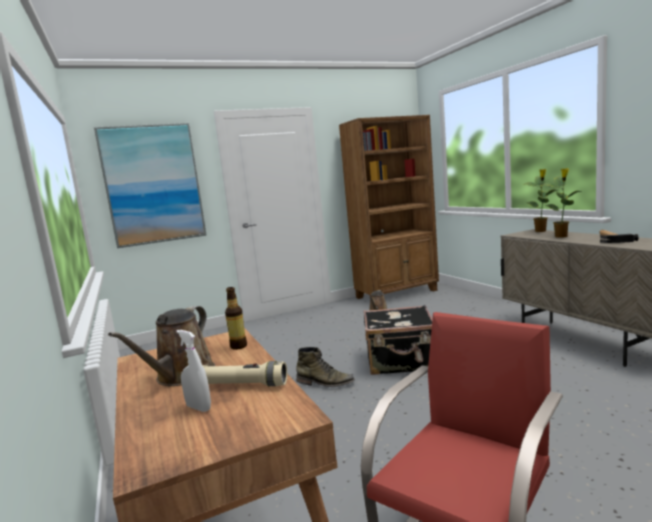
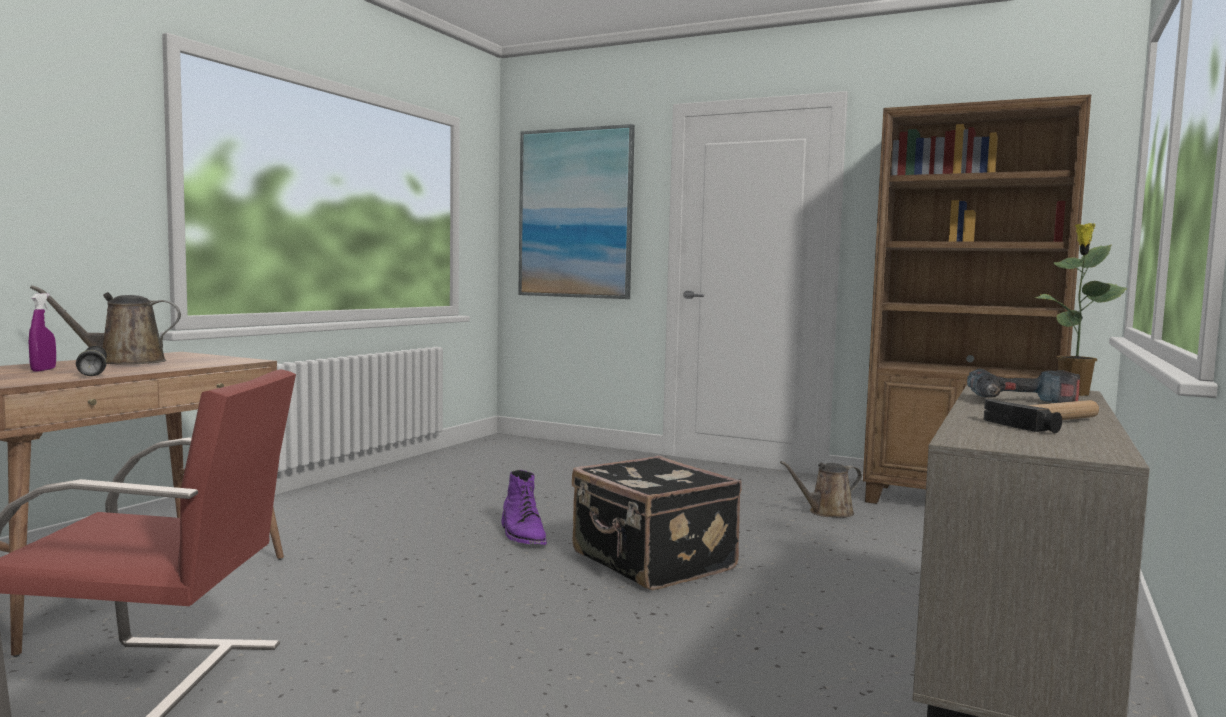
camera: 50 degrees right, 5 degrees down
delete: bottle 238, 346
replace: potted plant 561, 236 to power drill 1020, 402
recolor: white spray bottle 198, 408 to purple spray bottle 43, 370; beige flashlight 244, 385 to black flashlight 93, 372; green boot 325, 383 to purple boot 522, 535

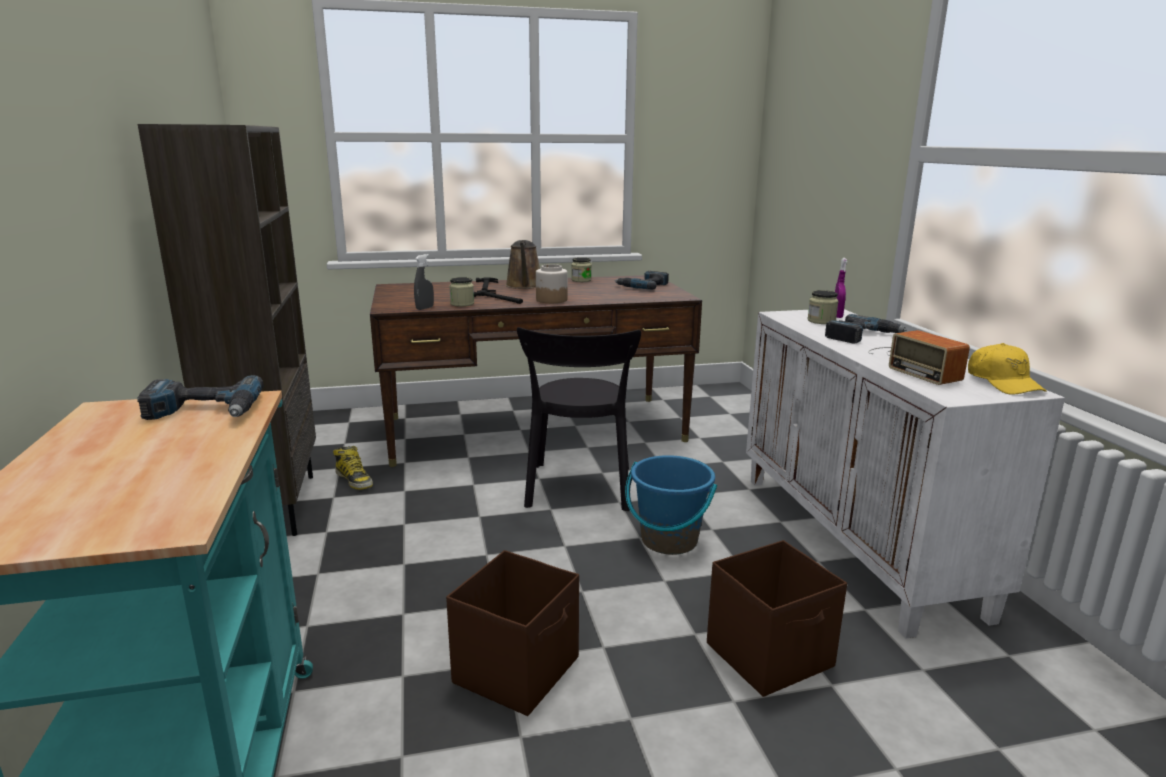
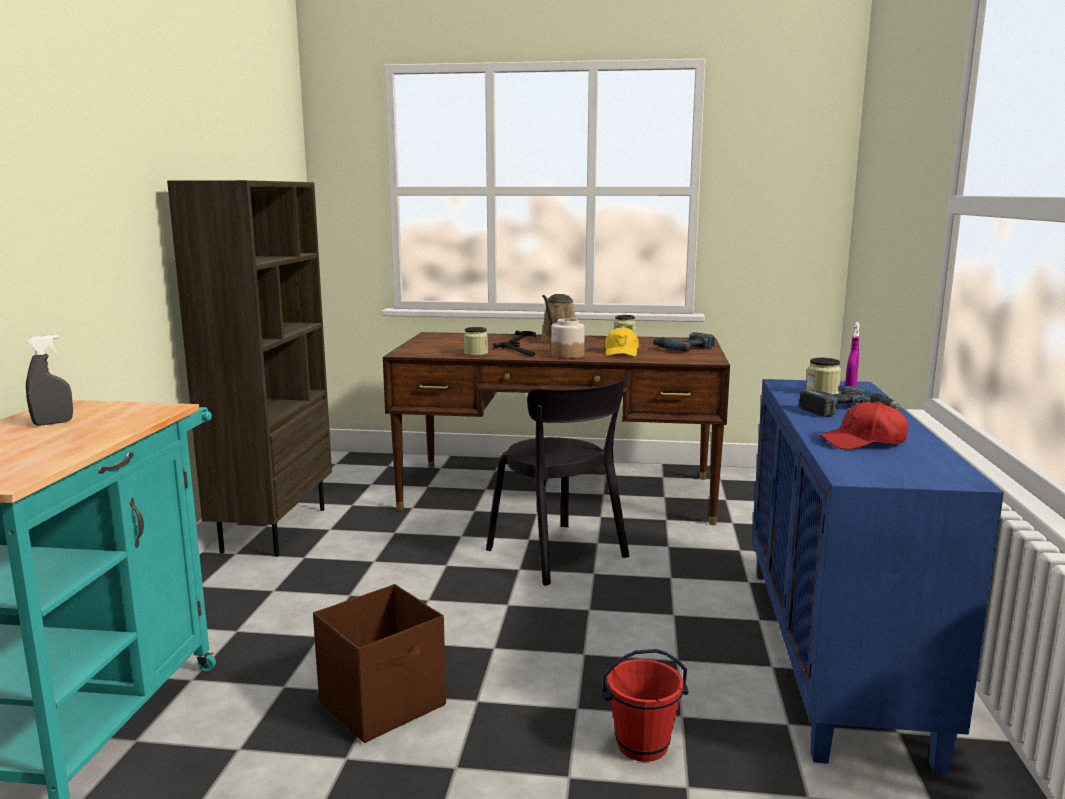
camera: 20 degrees right, 5 degrees down
delete: power drill 203, 411; boot 354, 480; blue bucket 668, 540
move: grey spray bottle 424, 308 to 53, 423; yellow cap 1003, 383 to 621, 352
replace: brown storage box 771, 655 to red bucket 642, 745; radio 913, 364 to red cap 863, 442
recolor: white cabinet 856, 541 to blue cabinet 835, 655
rotate: black chair 579, 490 = 560, 555 60 degrees counterclockwise

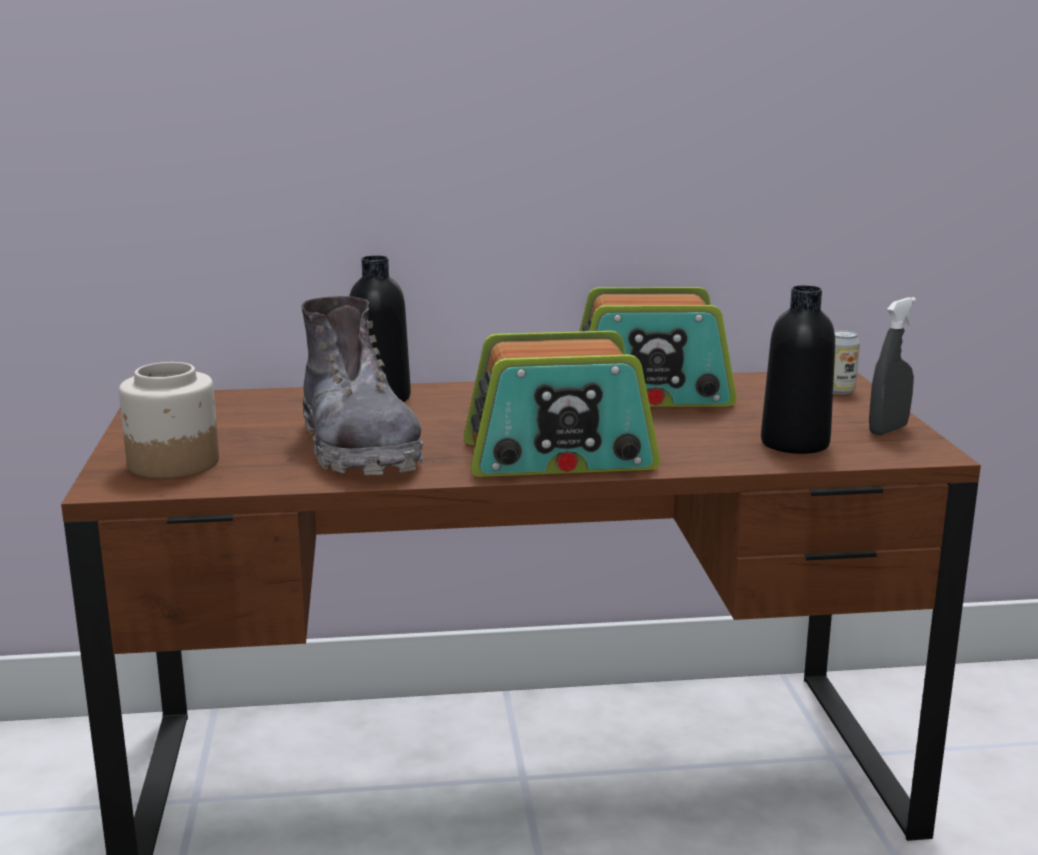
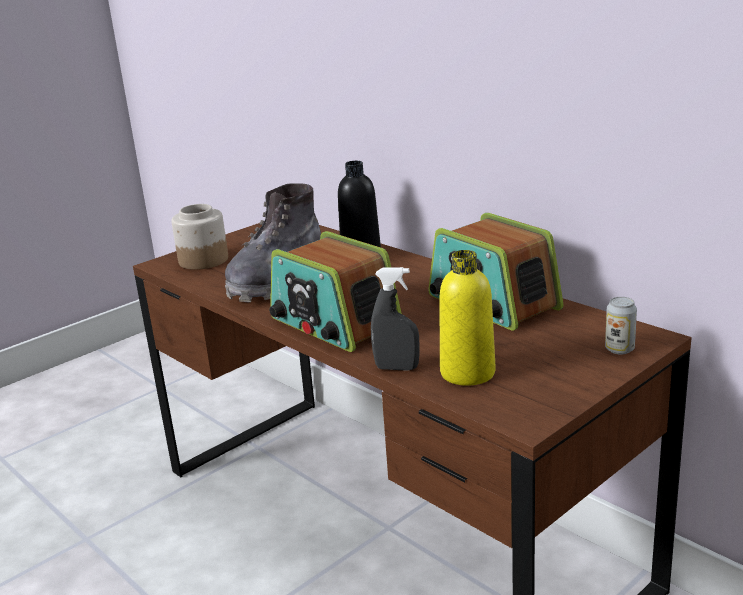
camera: 55 degrees right, 5 degrees up
move: grey spray bottle 888, 430 to 397, 368
recolor: black bottle 795, 443 to yellow bottle 467, 373

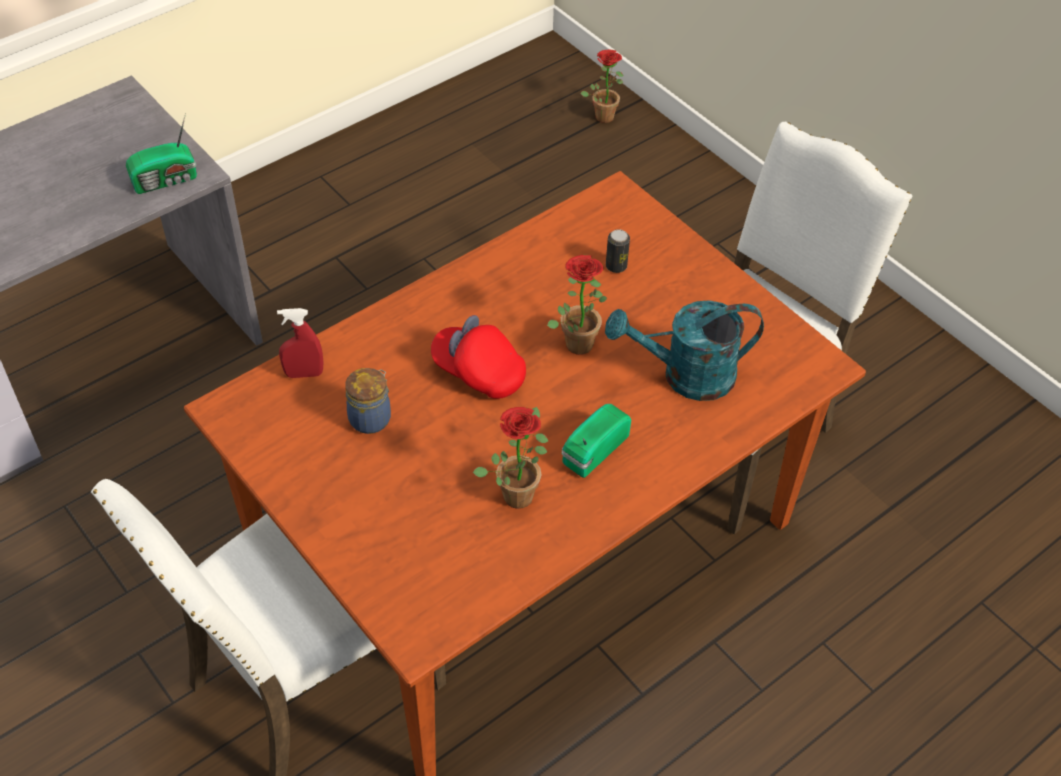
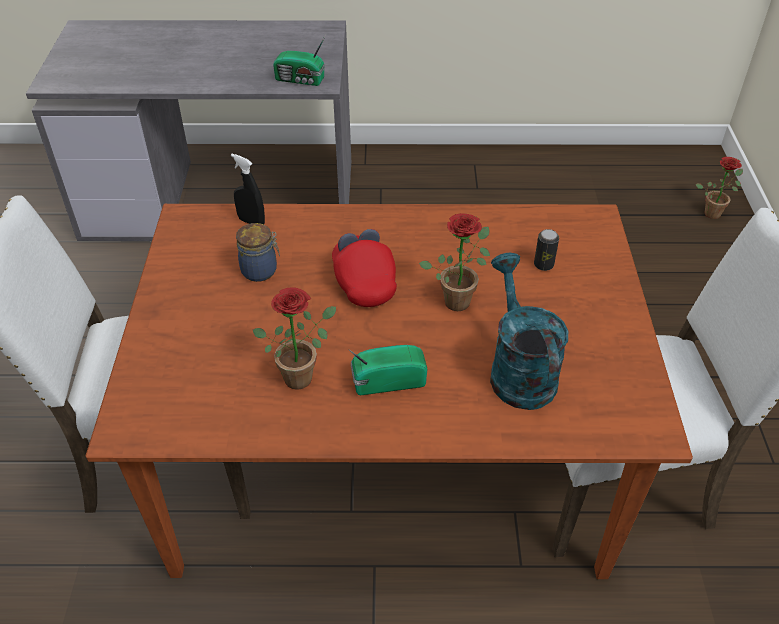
camera: 40 degrees right, 5 degrees down
recolor: red spray bottle 304, 374 to black spray bottle 251, 222
rotate: turquoise watering can 685, 376 = 518, 370 45 degrees clockwise

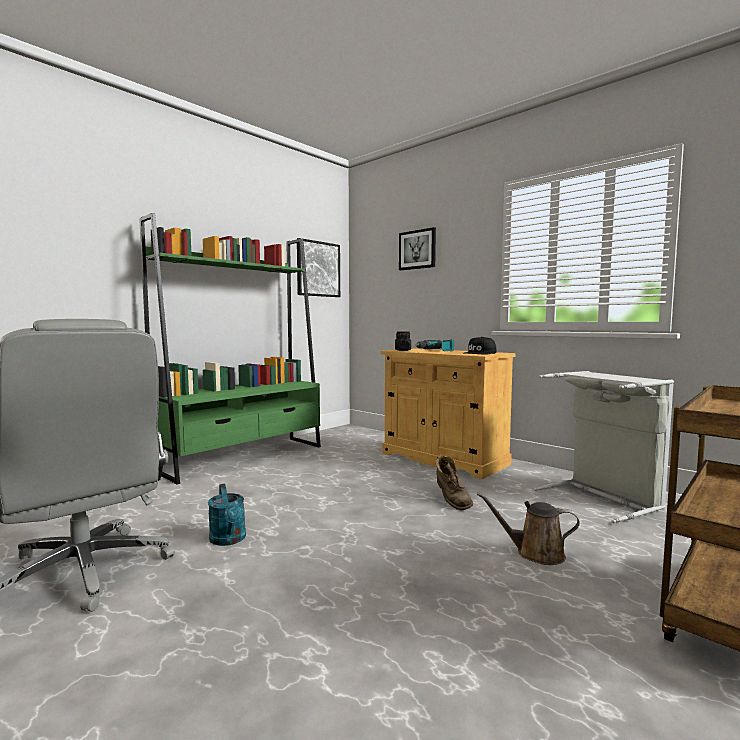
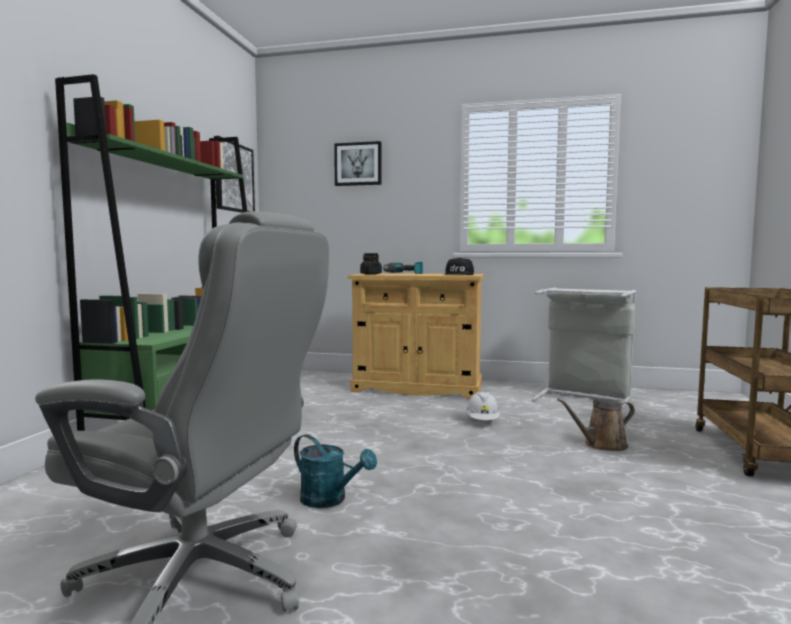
camera: 30 degrees left, 0 degrees up
replace: brown boot 451, 501 to white hard hat 482, 421

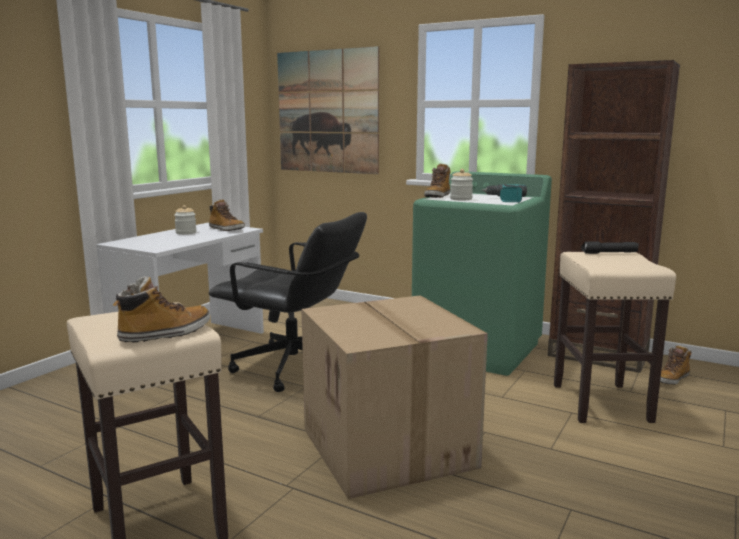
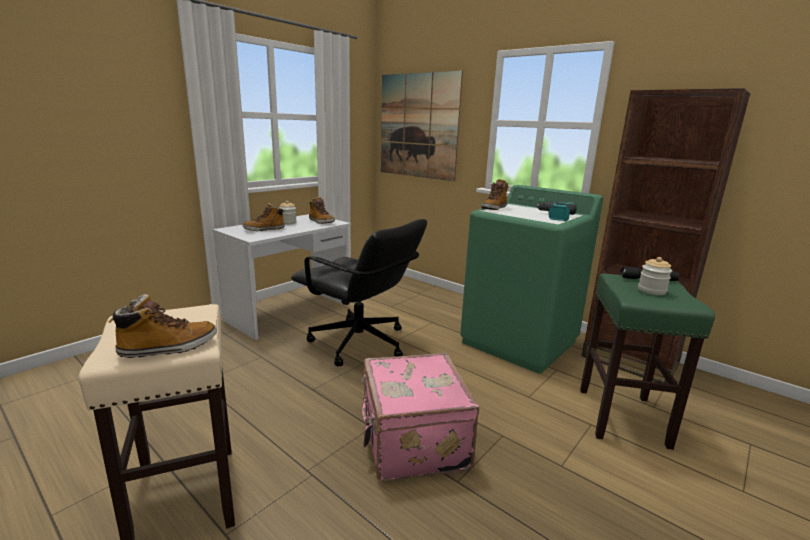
camera: 10 degrees right, 5 degrees up
move: boot 672, 379 to 264, 229; jar 461, 199 to 651, 290
replace: cardboard box 390, 448 to pink suitcase 412, 442
recolor: beige stool 602, 403 to green stool 623, 417

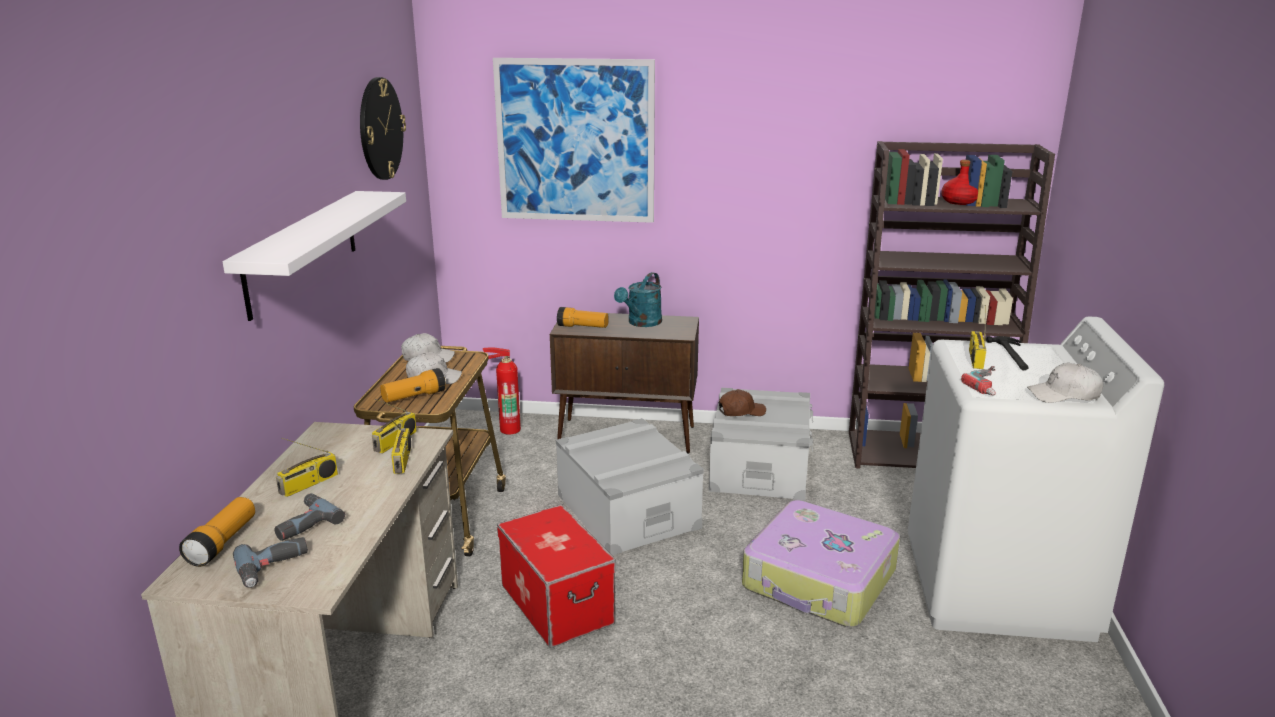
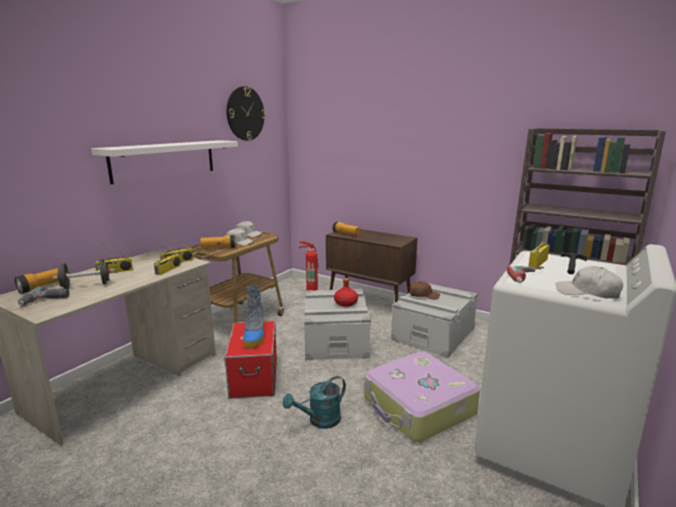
camera: 25 degrees right, 5 degrees down
delete: picture 575, 141
insert: boot 255, 336
move: turquoise watering can 641, 323 to 319, 421; red bottle 960, 202 to 346, 303
replace: power drill 302, 523 to black dumbbell 86, 286

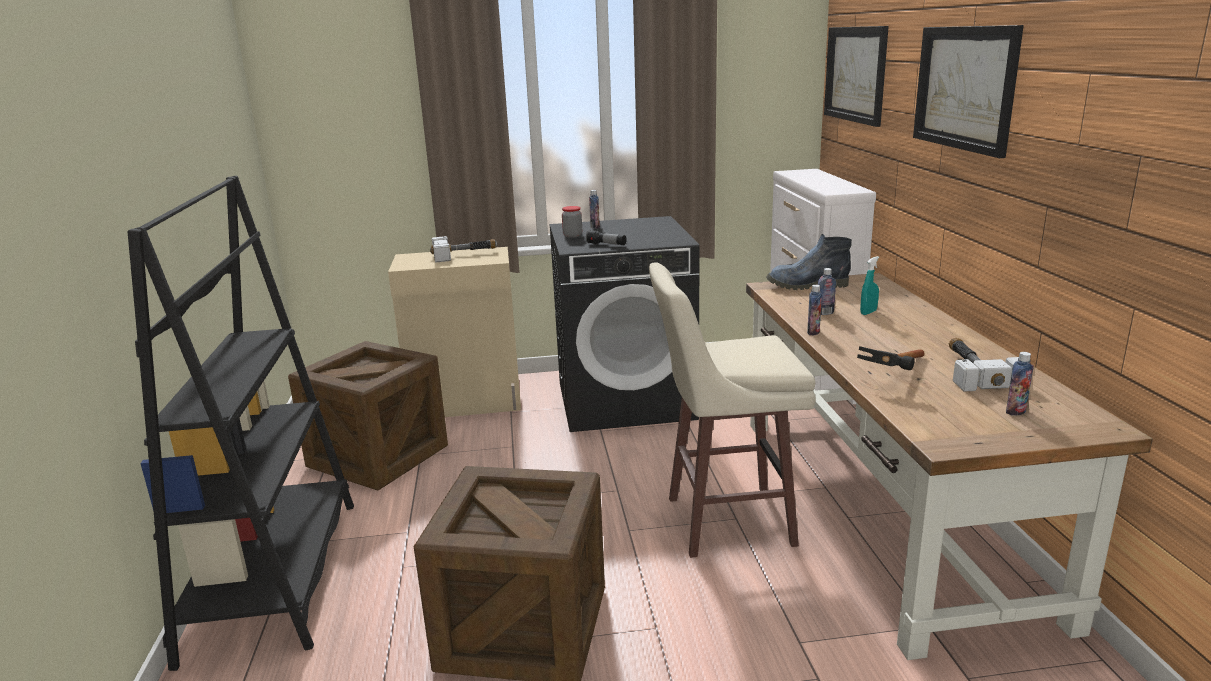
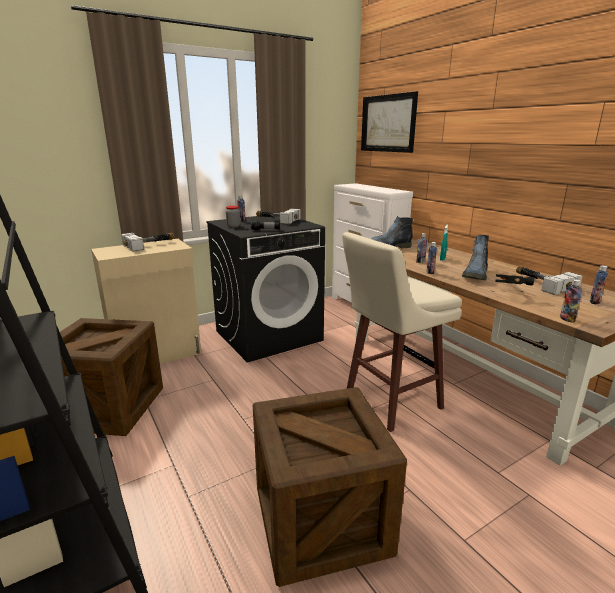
camera: 25 degrees left, 0 degrees up
delete: picture 965, 88
insert: hammer 276, 220; boot 475, 275; bottle 567, 319

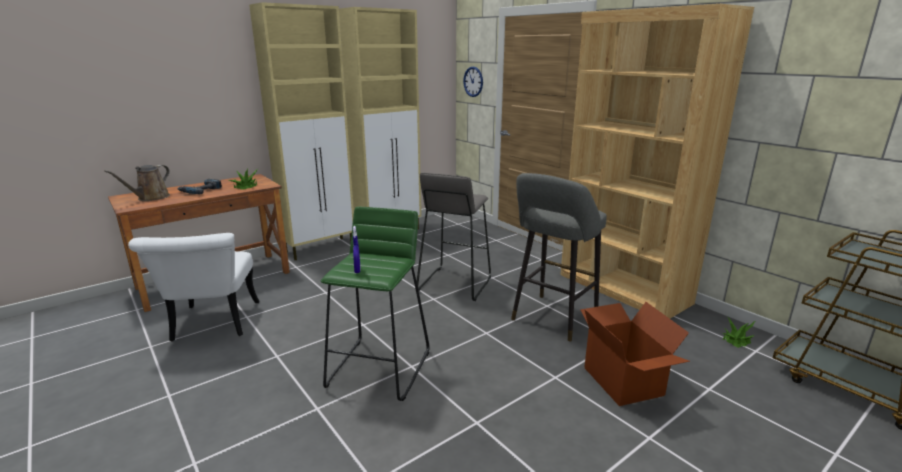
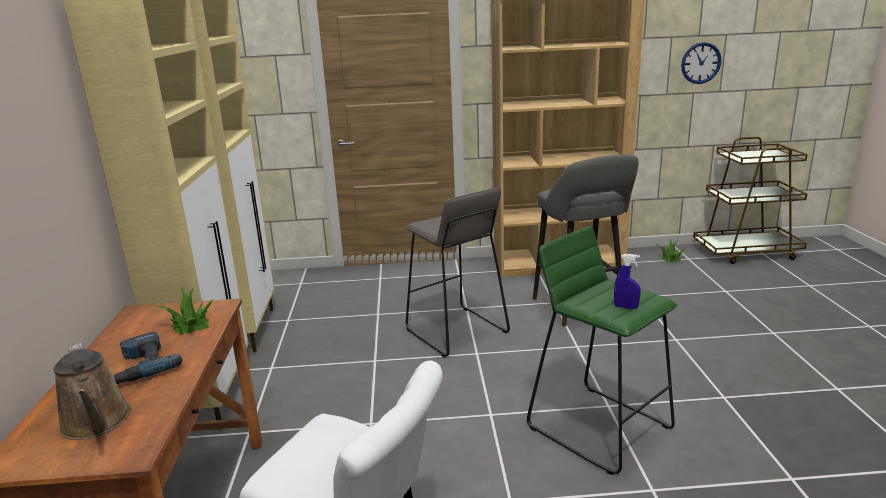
camera: 55 degrees left, 0 degrees up
delete: cardboard box 624, 381
move: wall clock 473, 81 to 700, 63

